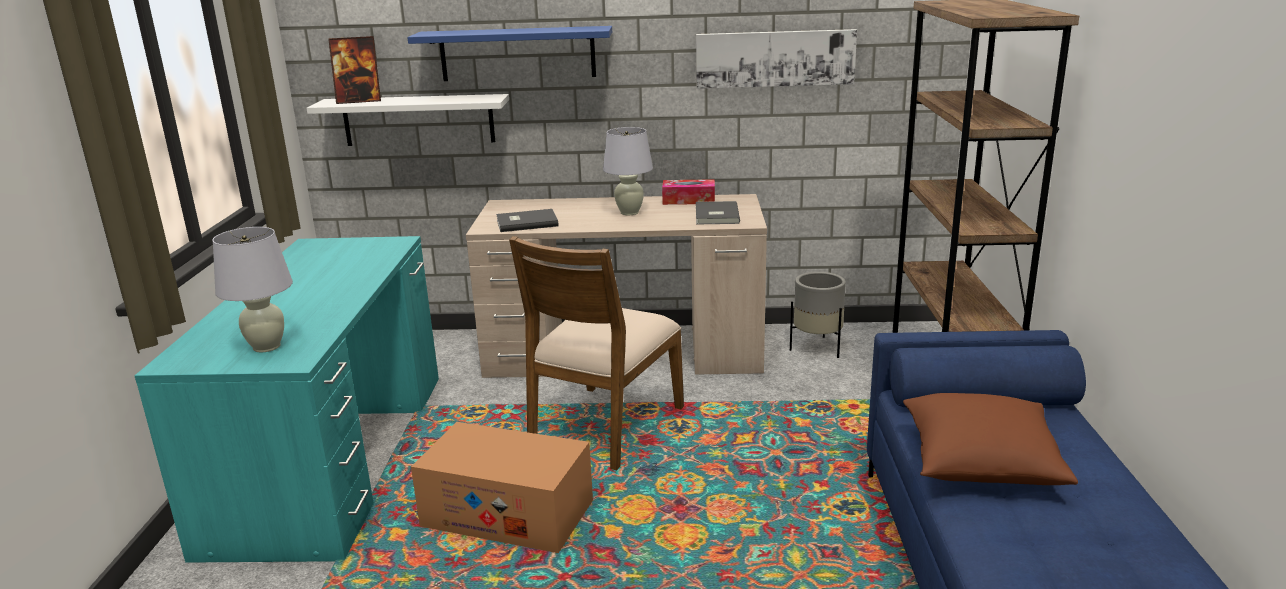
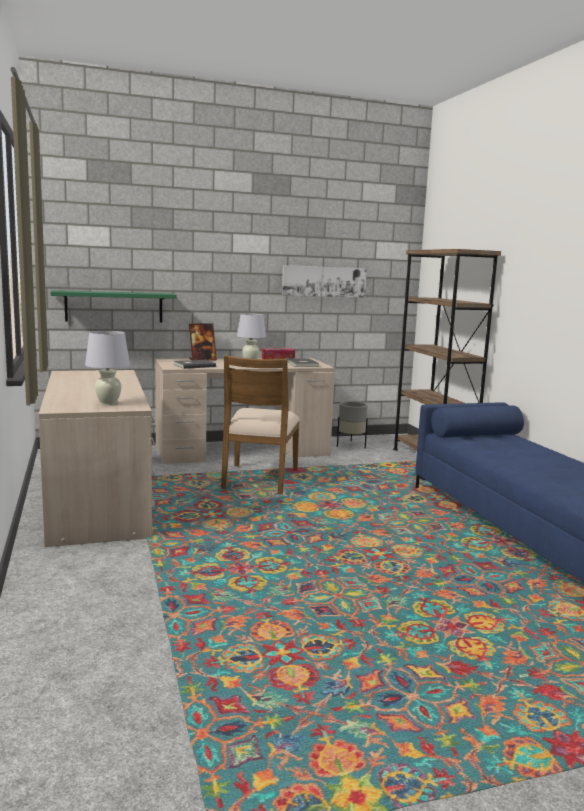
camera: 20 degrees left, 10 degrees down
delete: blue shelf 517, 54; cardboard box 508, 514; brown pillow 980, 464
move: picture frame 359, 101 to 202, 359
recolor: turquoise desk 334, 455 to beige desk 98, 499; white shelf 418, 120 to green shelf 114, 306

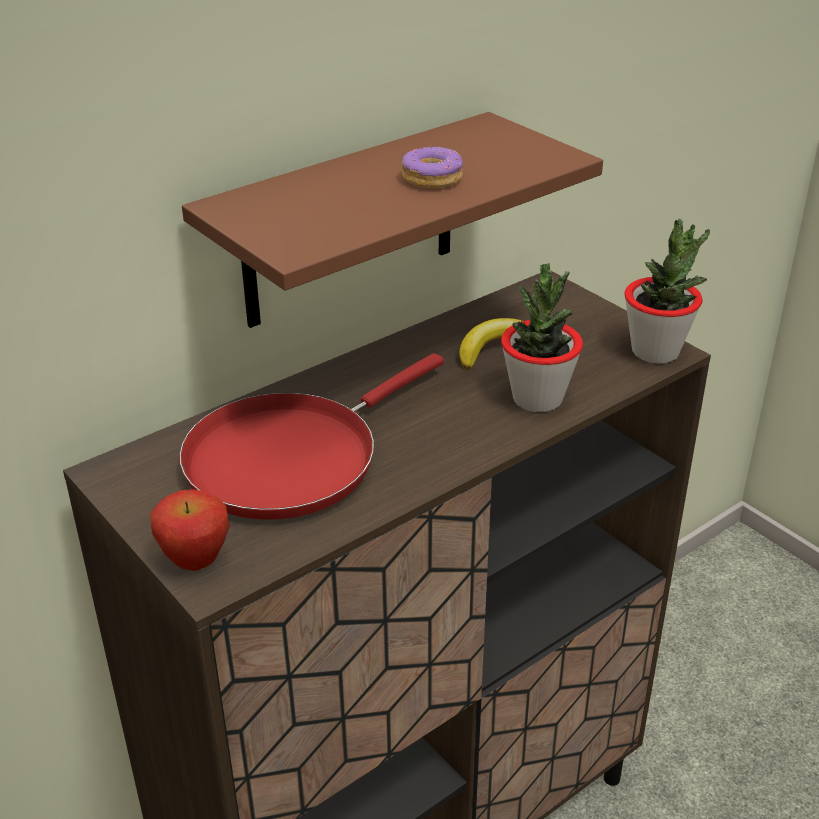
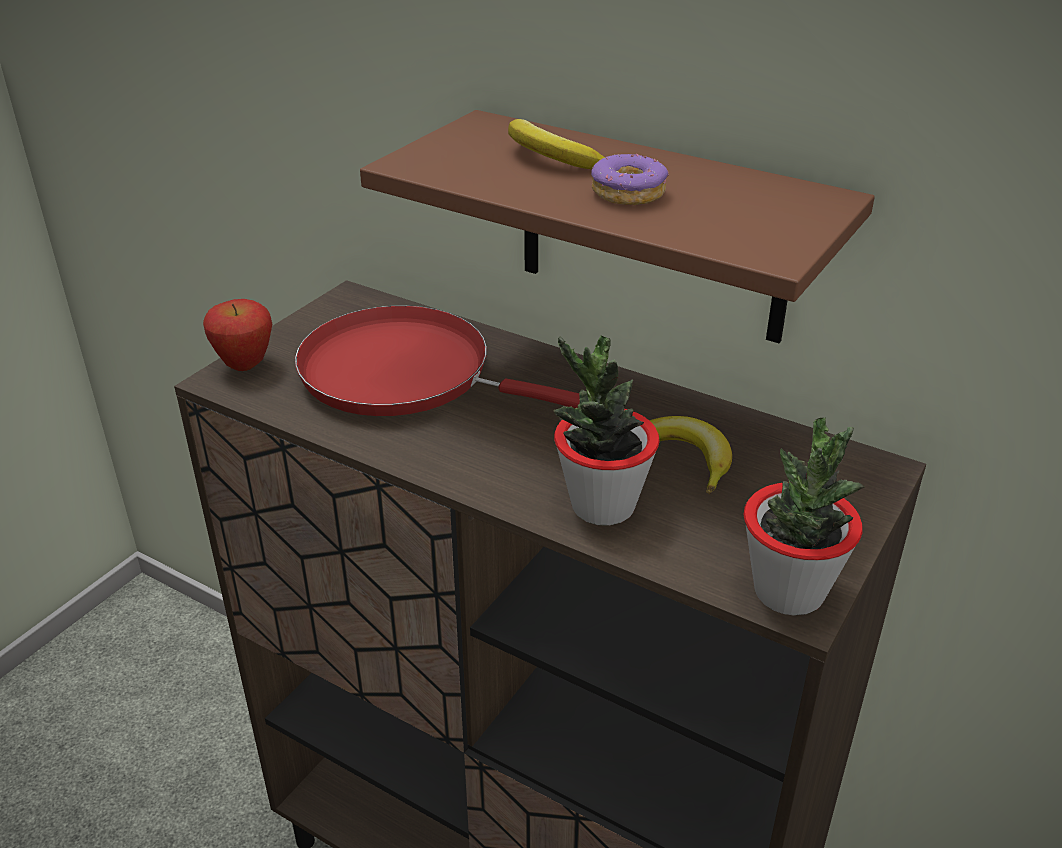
camera: 70 degrees right, 0 degrees up
insert: banana 549, 157

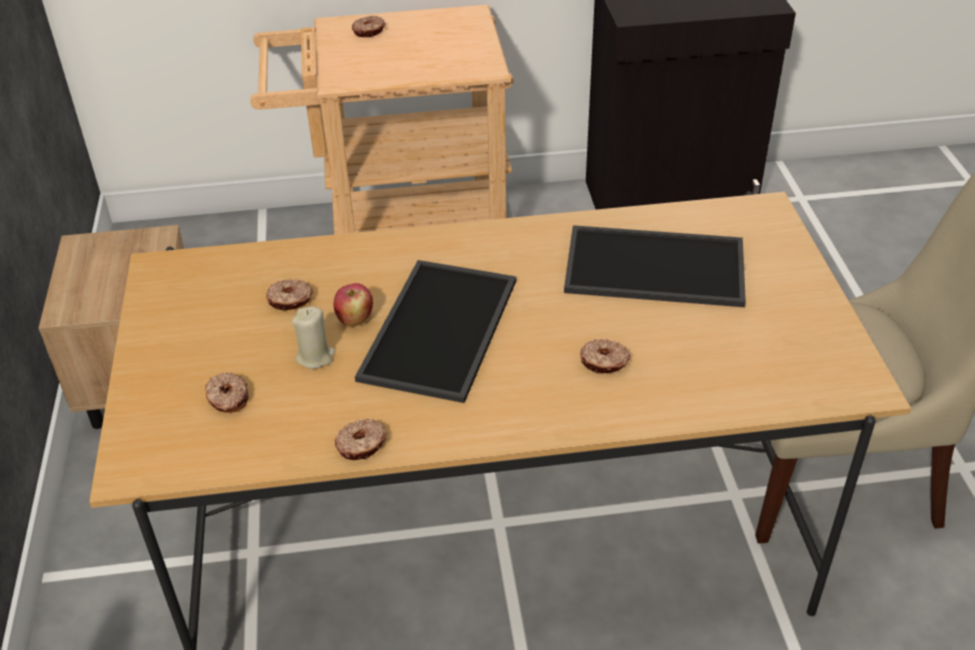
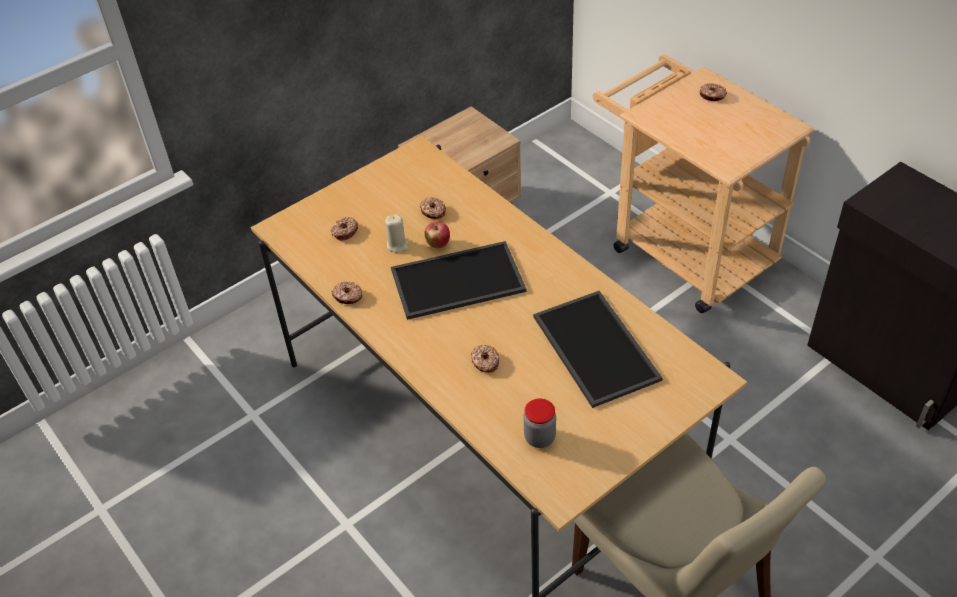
camera: 60 degrees right, 5 degrees up
insert: jar 539, 437

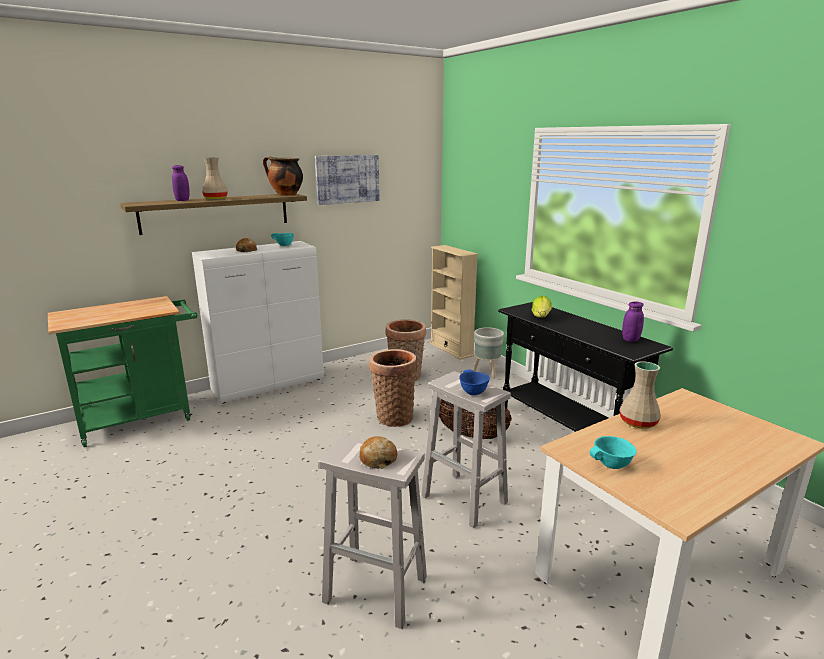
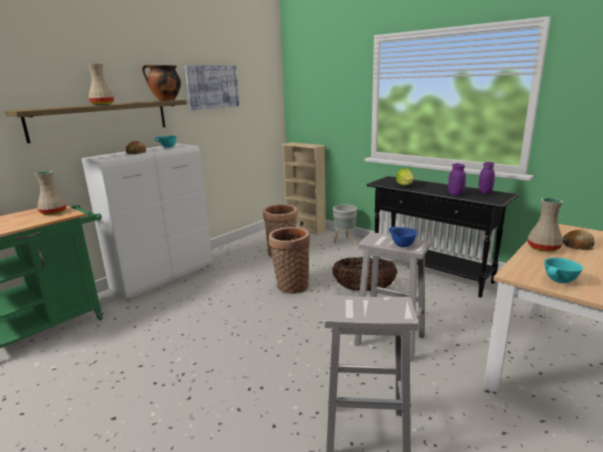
camera: 15 degrees left, 0 degrees up
insert: beige vase 53, 213
move: purple jar 182, 200 to 455, 194; bread 378, 459 to 577, 245

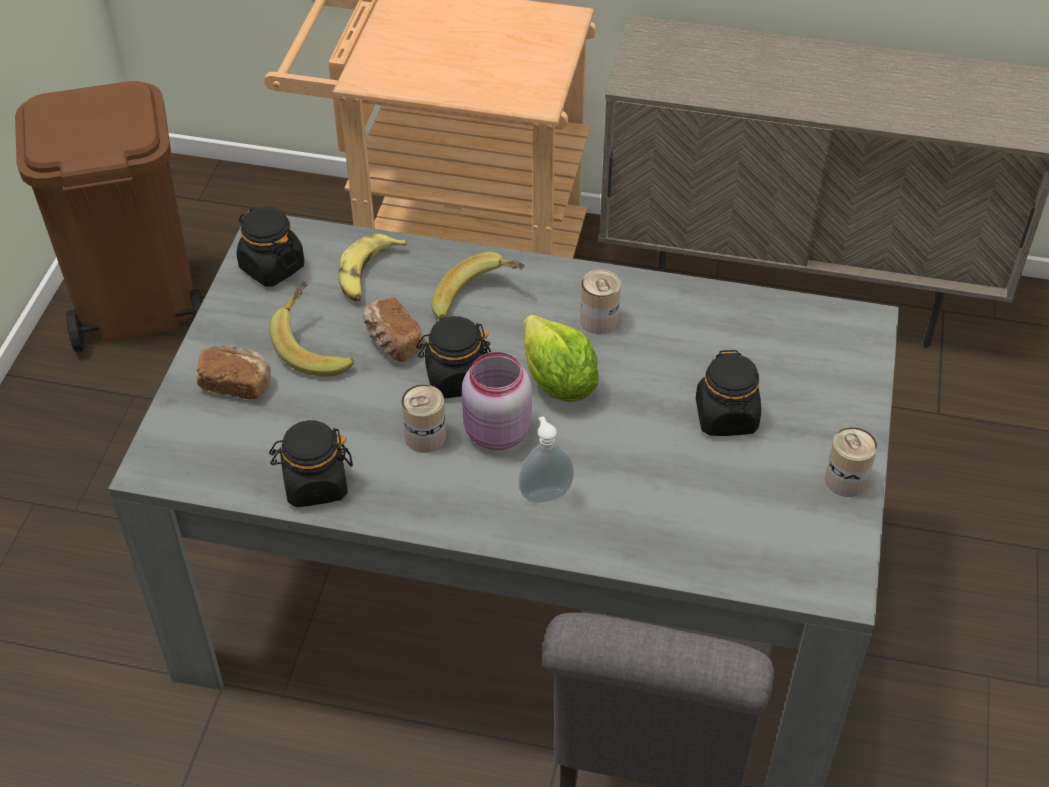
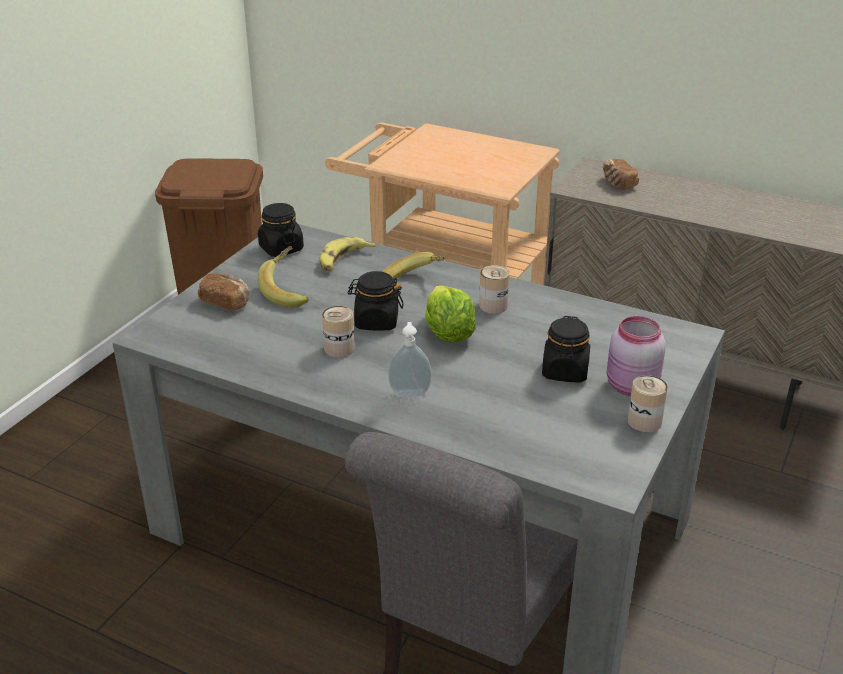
camera: 15 degrees right, 15 degrees down
delete: black jar 315, 484
move: bread 392, 342 to 618, 183; pink jar 496, 433 to 630, 387

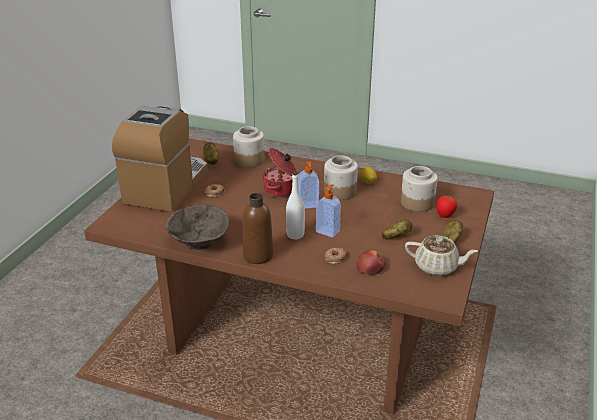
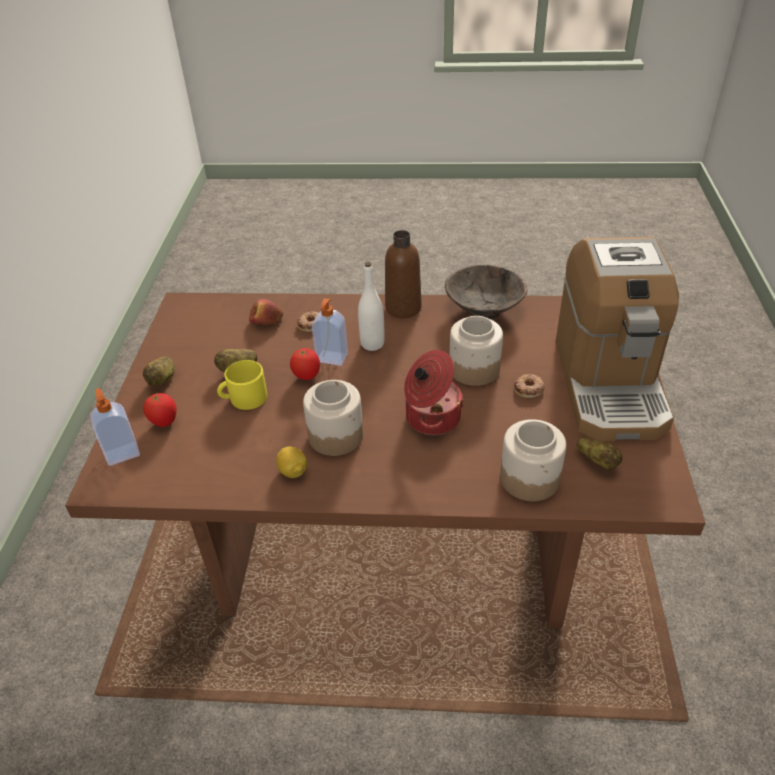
camera: 165 degrees right, 10 degrees up
delete: beige teapot 437, 267
insert: yellow mug 243, 398; tomato 307, 376
move: soap dispenser 308, 205 to 122, 453; jar 417, 203 to 473, 369

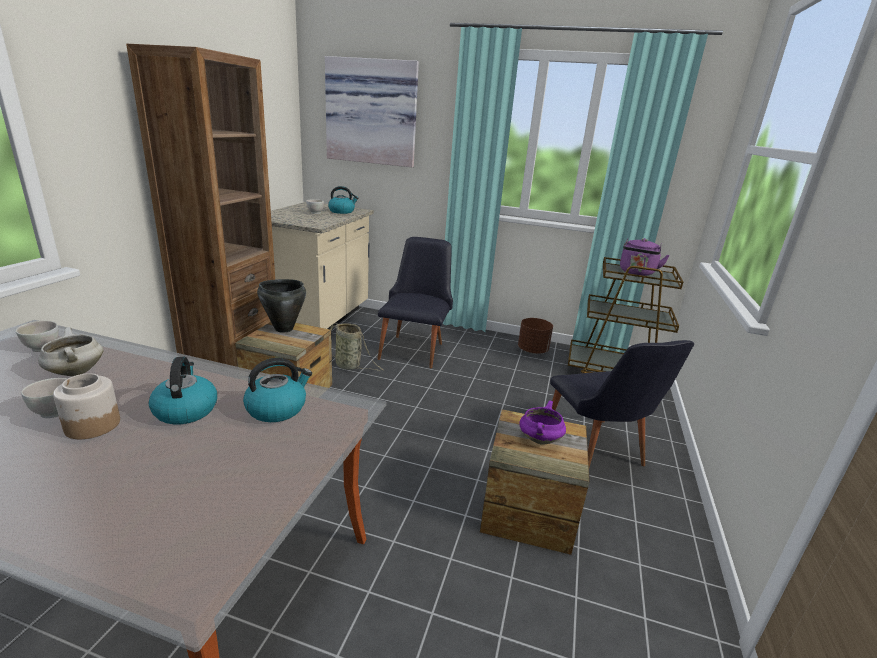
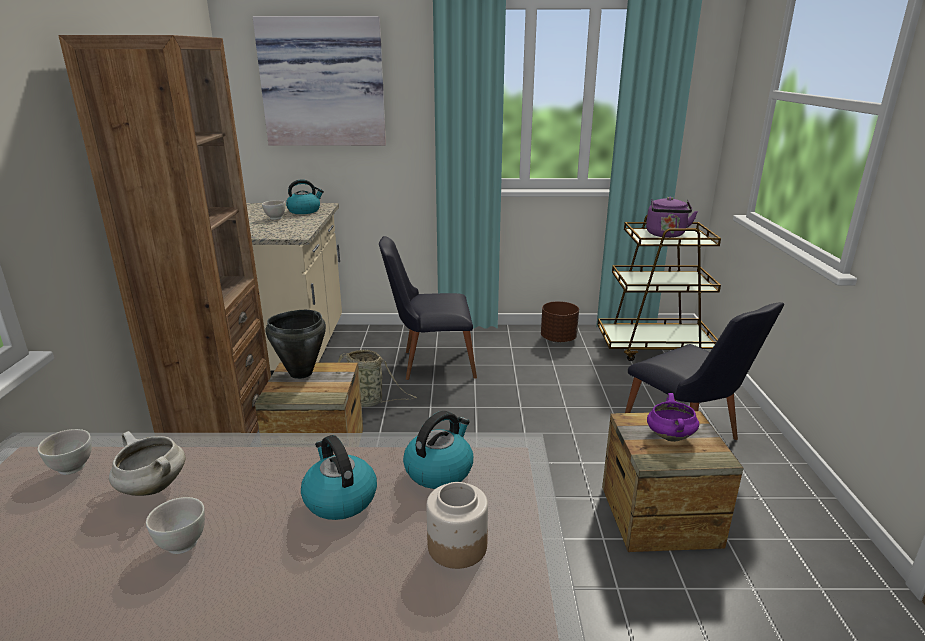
camera: 15 degrees left, 0 degrees up
move: jar 92, 425 to 456, 546
rotate: black chair 415, 348 = 430, 363 90 degrees counterclockwise

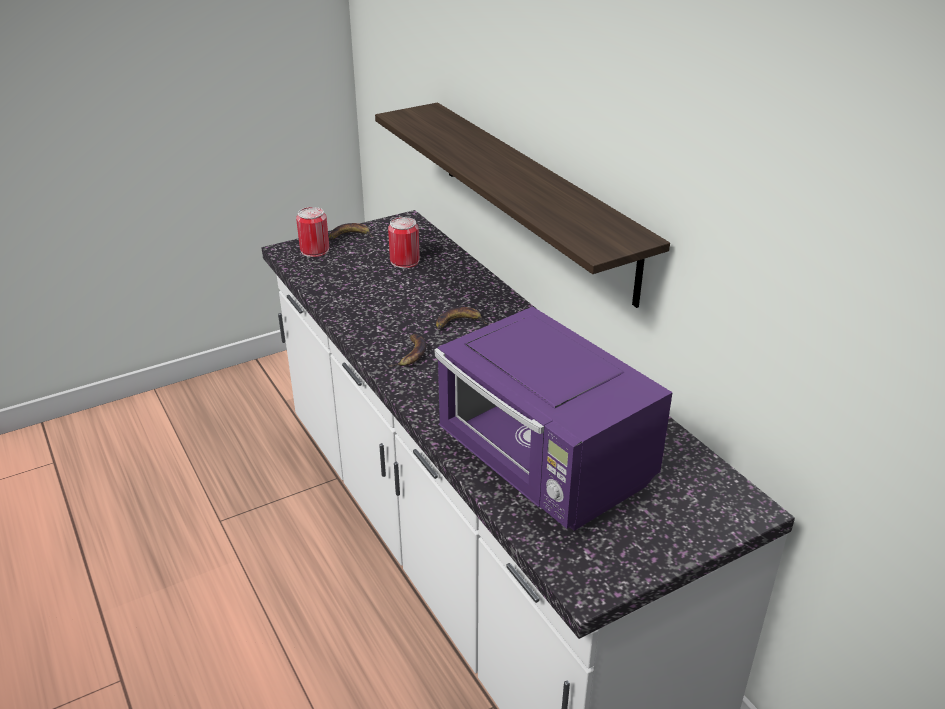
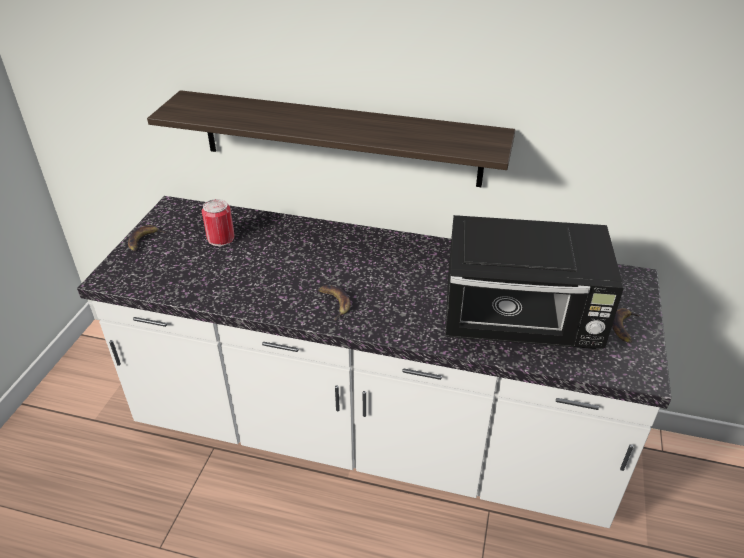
camera: 45 degrees left, 5 degrees up
delete: can 314, 250
move: banana 458, 323 to 624, 327
recolor: purple microwave 545, 465 to black microwave 521, 322

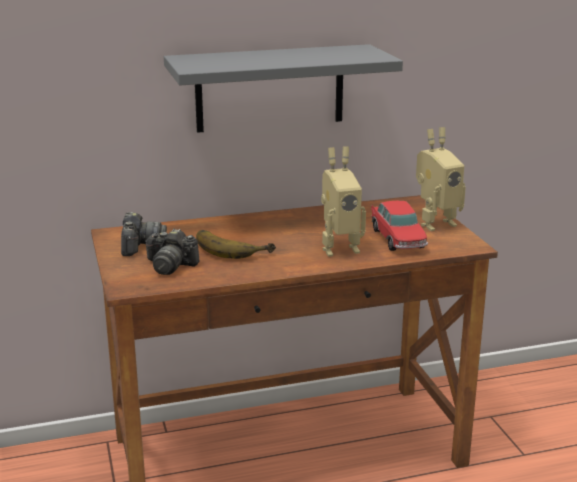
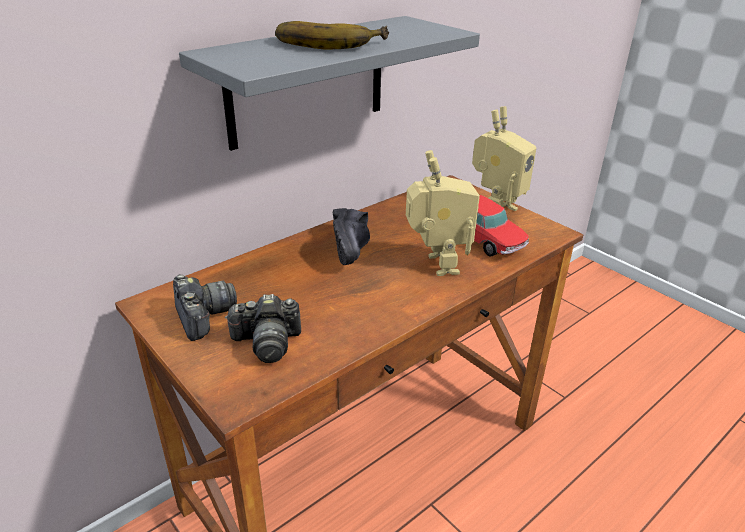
camera: 25 degrees left, 10 degrees up
insert: black shoe 354, 248
move: banana 232, 247 to 329, 42
rotate: toy robot 339, 248 = 436, 265 60 degrees counterclockwise

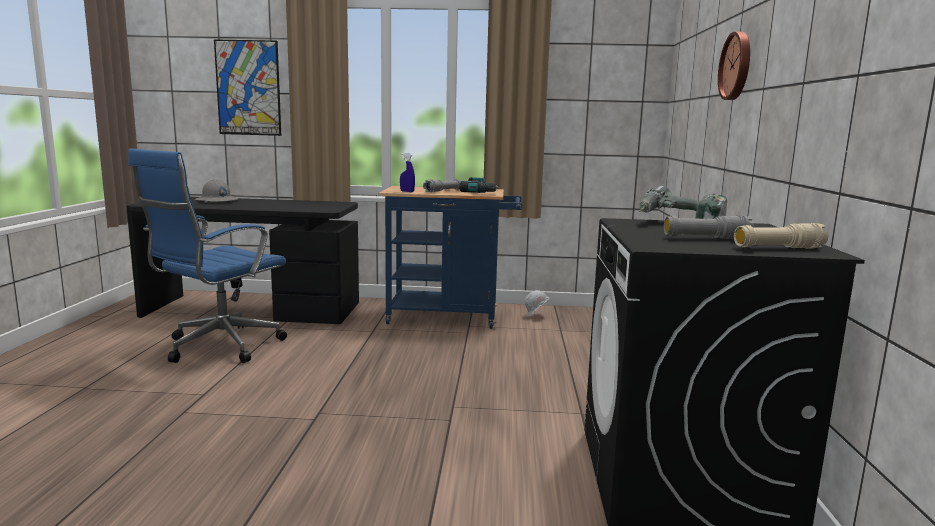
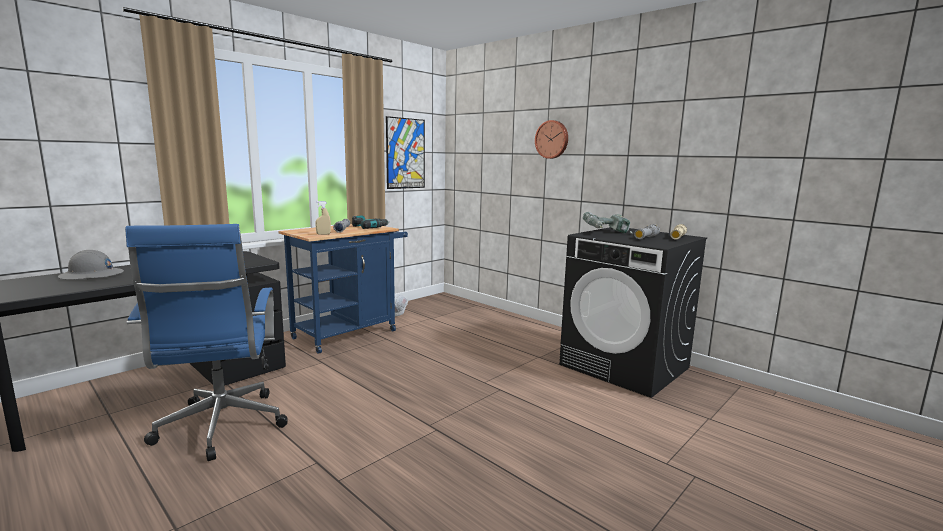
camera: 50 degrees left, 0 degrees up
move: picture 248, 88 to 405, 153
recolor: blue spray bottle 407, 191 to beige spray bottle 323, 234

